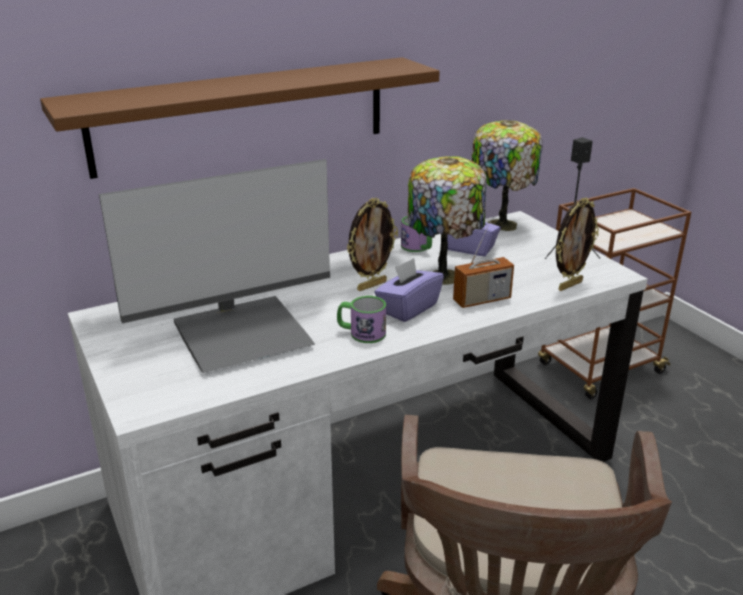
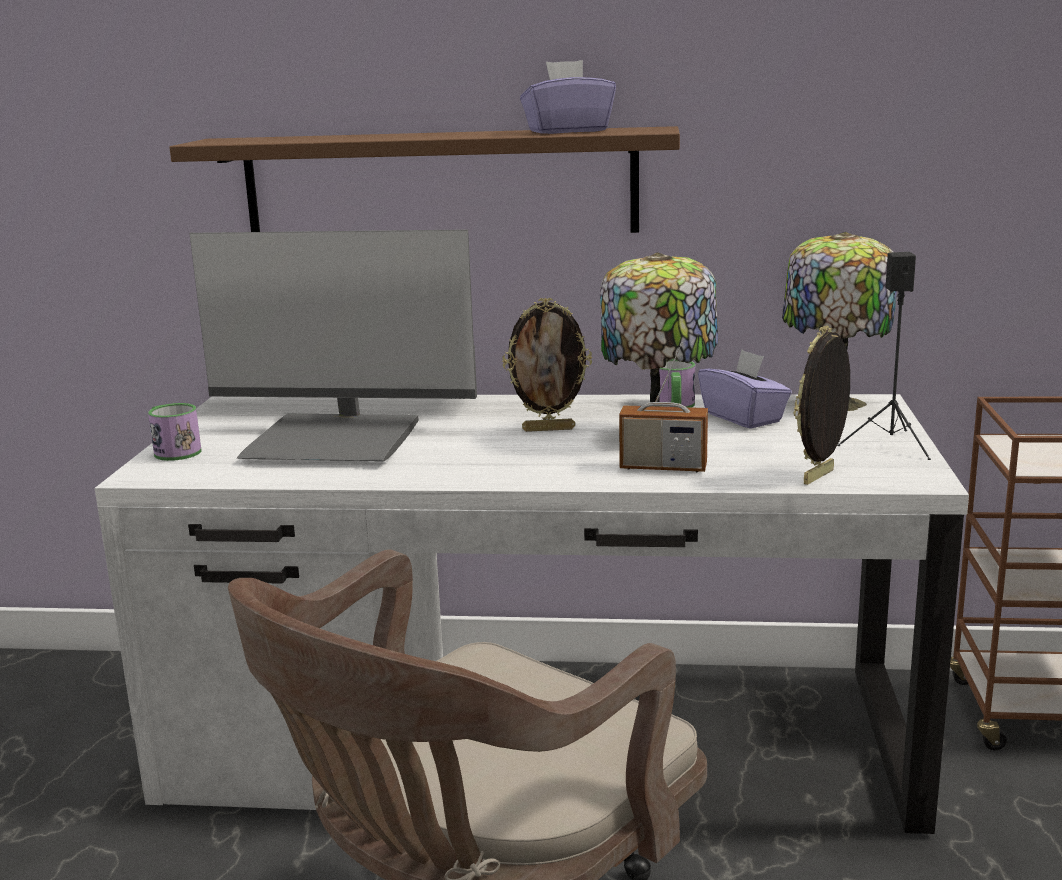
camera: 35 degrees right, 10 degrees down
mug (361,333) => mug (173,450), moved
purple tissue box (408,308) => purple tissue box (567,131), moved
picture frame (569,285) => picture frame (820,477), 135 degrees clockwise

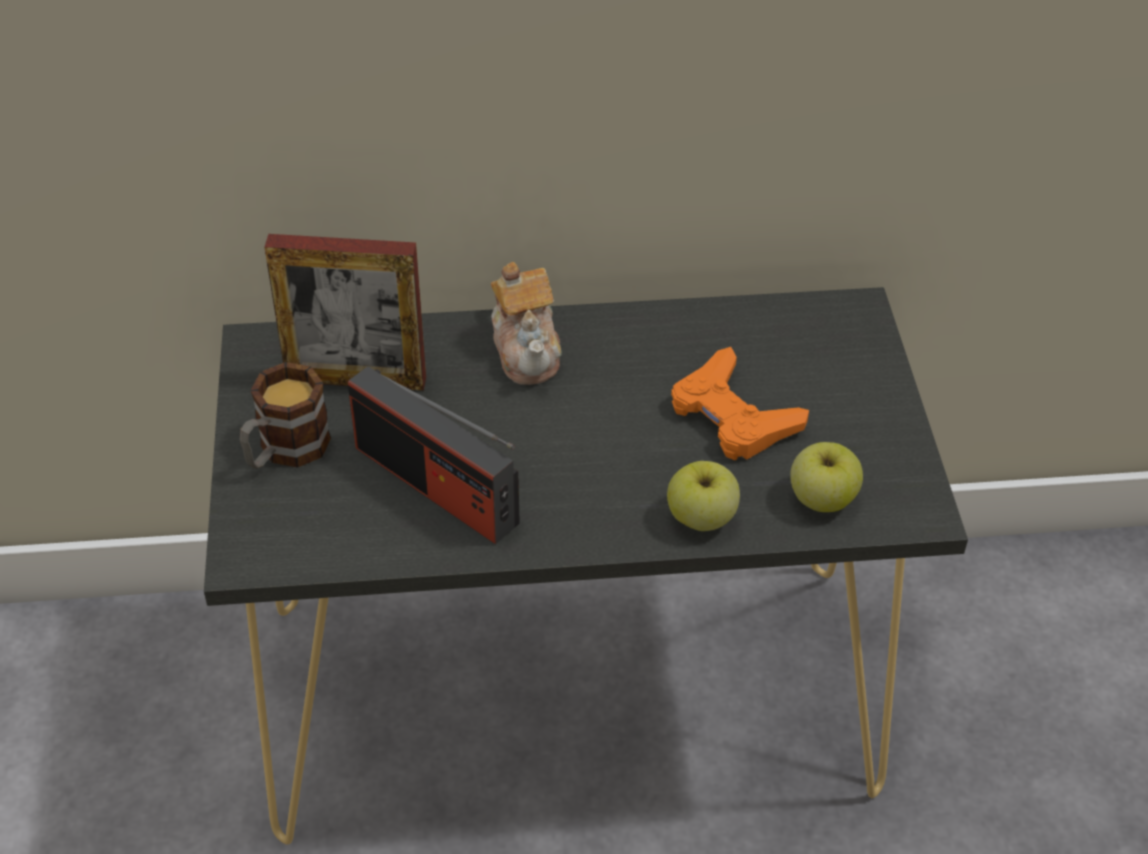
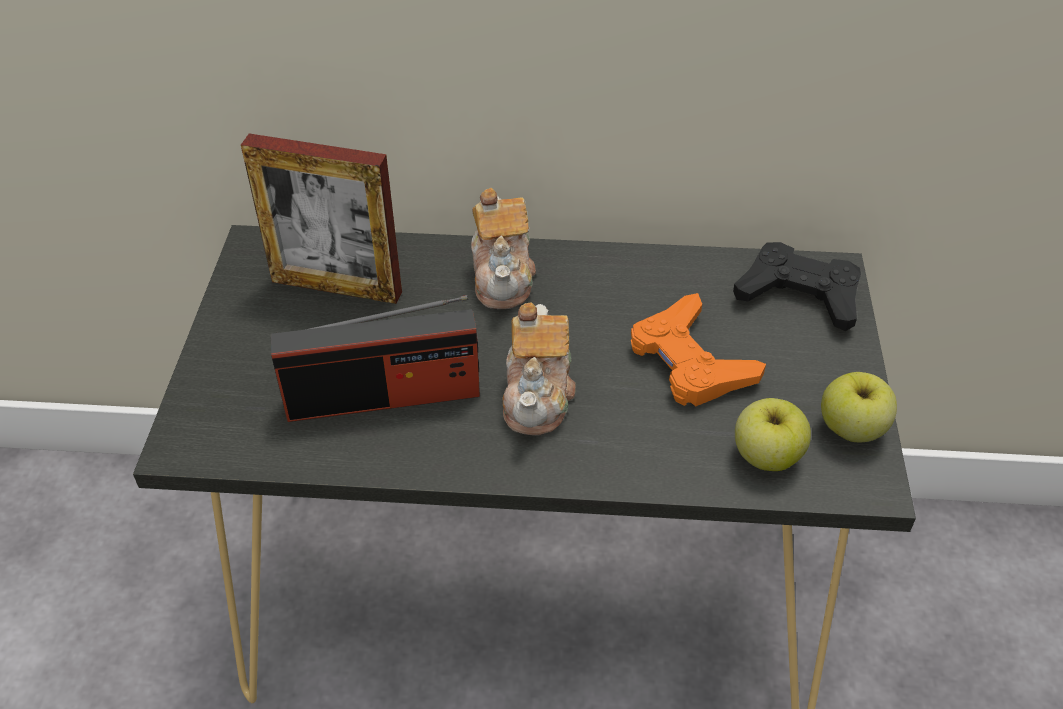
camera: 10 degrees right, 0 degrees up
mug (285,451) => nothing
radio (436,485) => radio (384,396), 60 degrees counterclockwise
apple (701,518) => apple (851,429), moved
nothing => teapot (538,395)
nothing => black game controller (799,294)

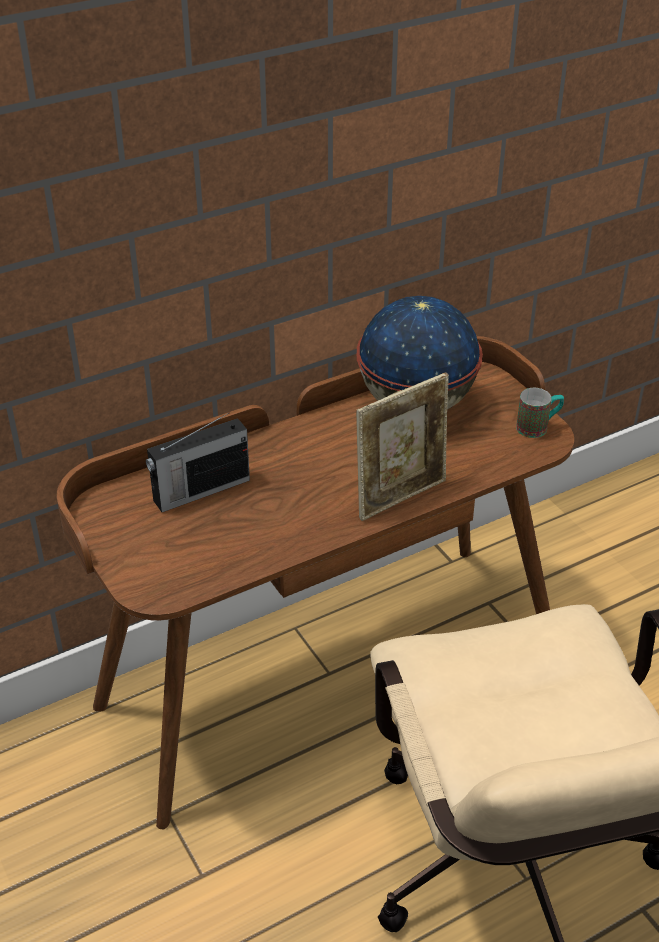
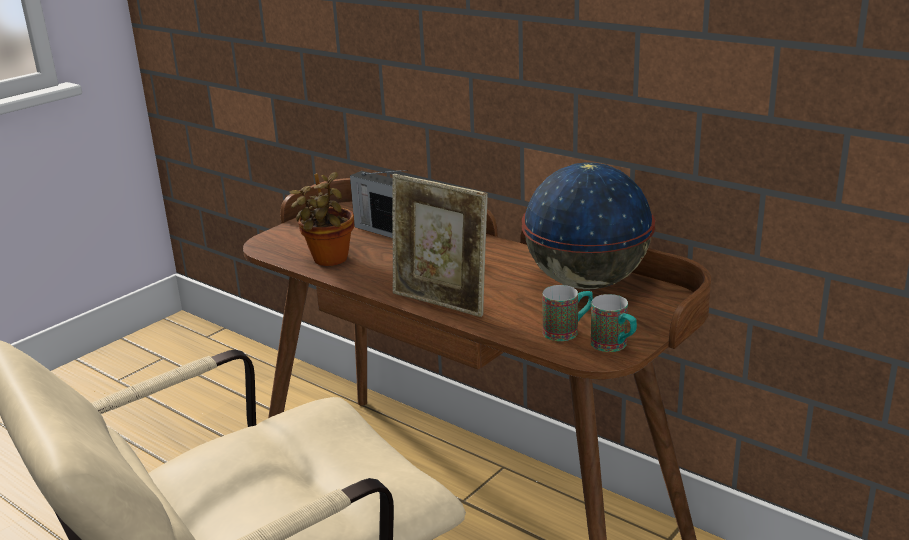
camera: 70 degrees right, 15 degrees down
nothing => potted plant (328,261)
nothing => mug (567,331)

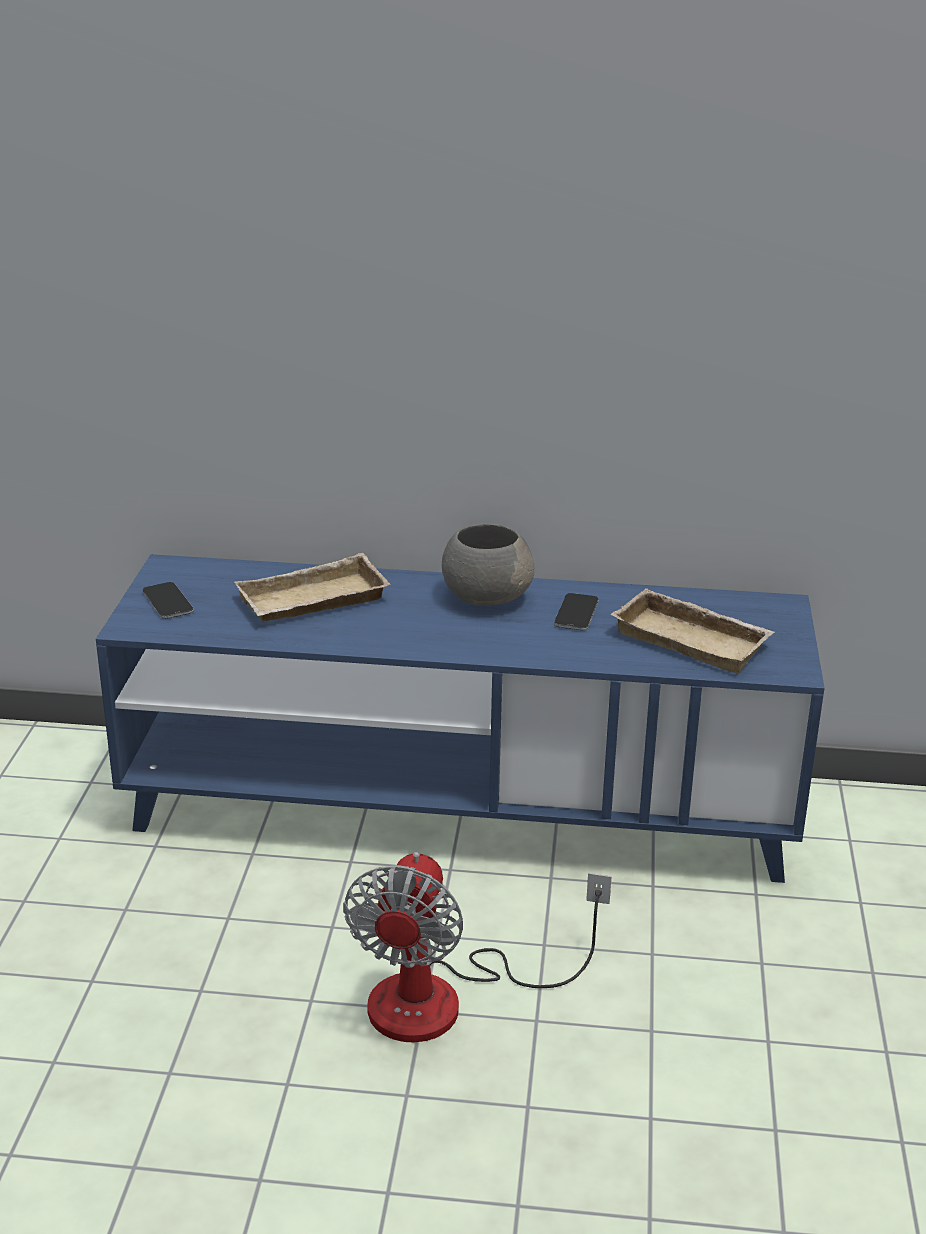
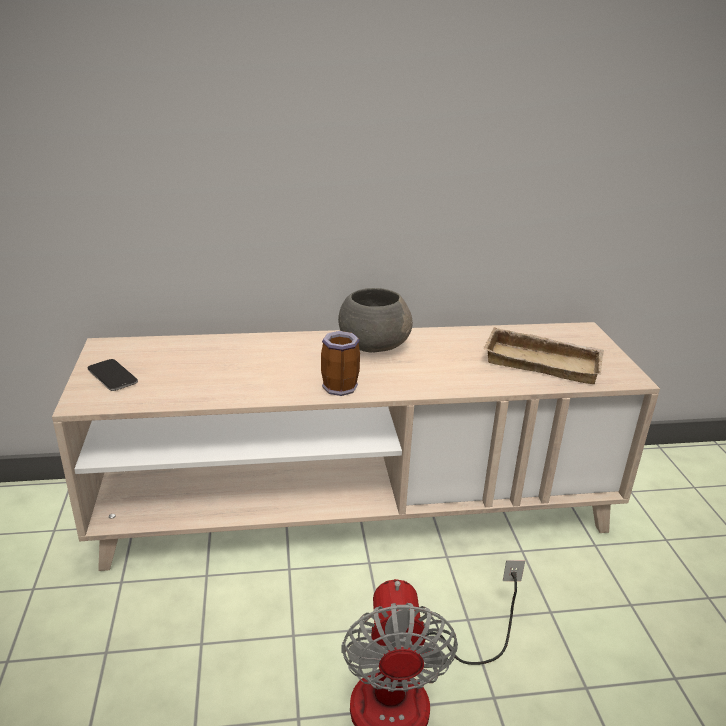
camera: 15 degrees left, 0 degrees up
blue tv stand (460,809) => beige tv stand (357,509)
beige tray (312,602) => nothing
phone (576,613) => nothing
nothing => mug (338,385)

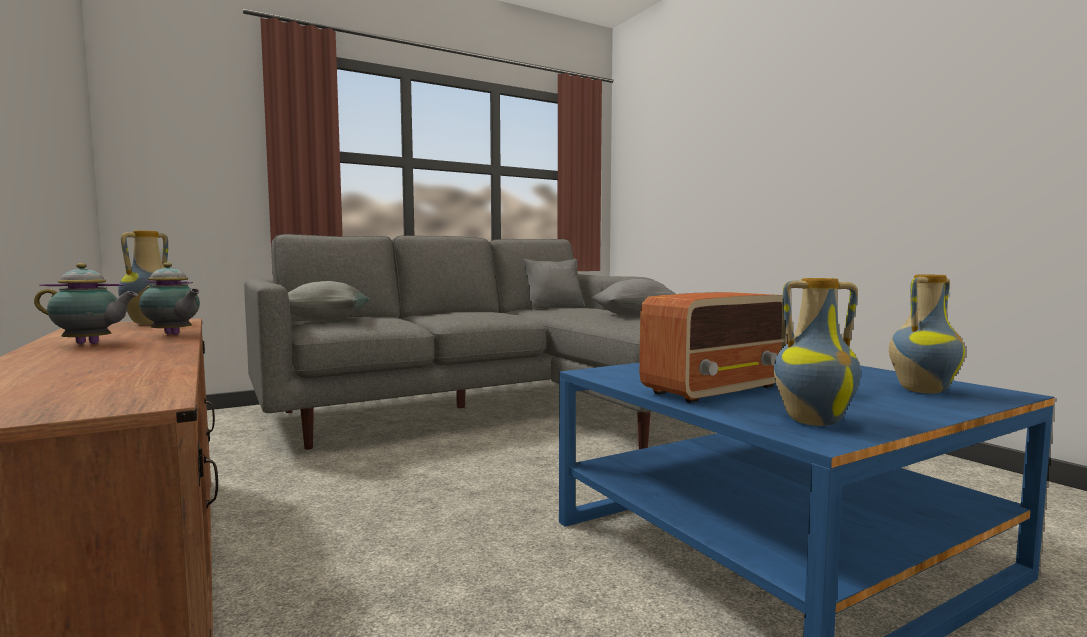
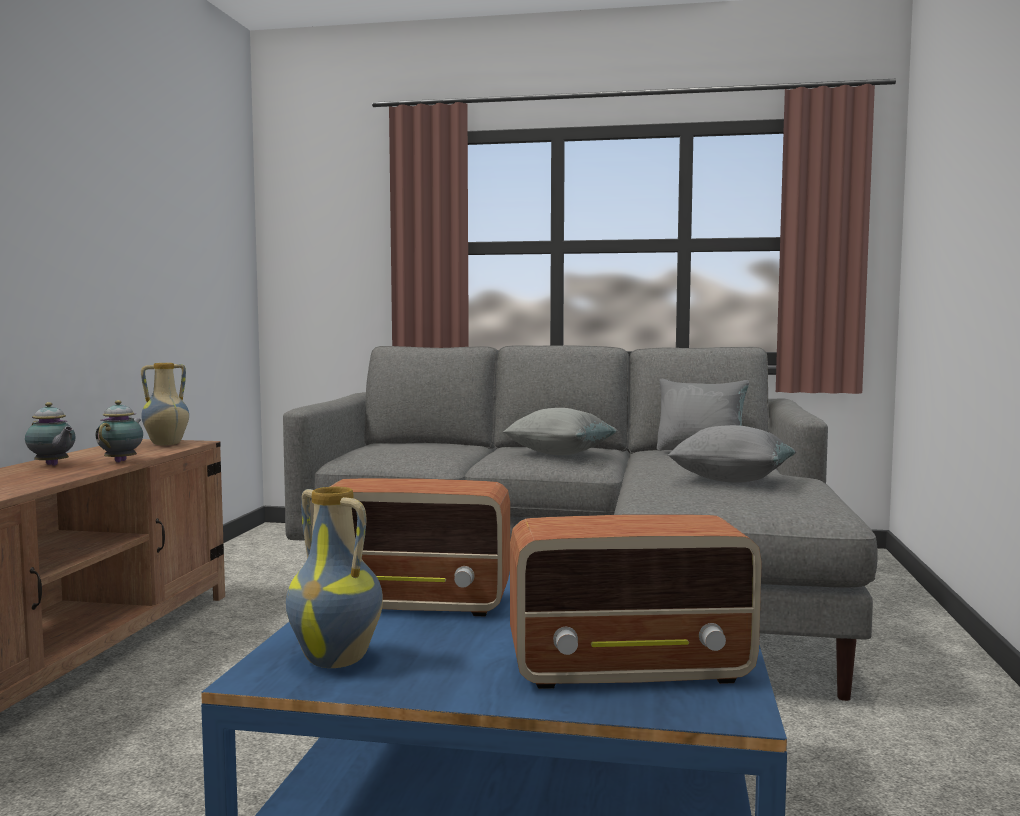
camera: 40 degrees right, 0 degrees up
teapot (173,334) => teapot (122,461), 150 degrees counterclockwise
grey pillow (325,321) => grey pillow (560,454), moved
vase (921,390) => radio (631,670)

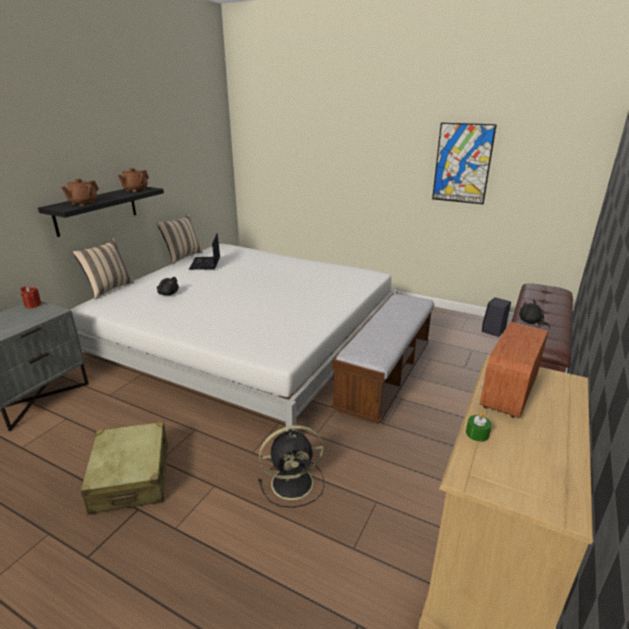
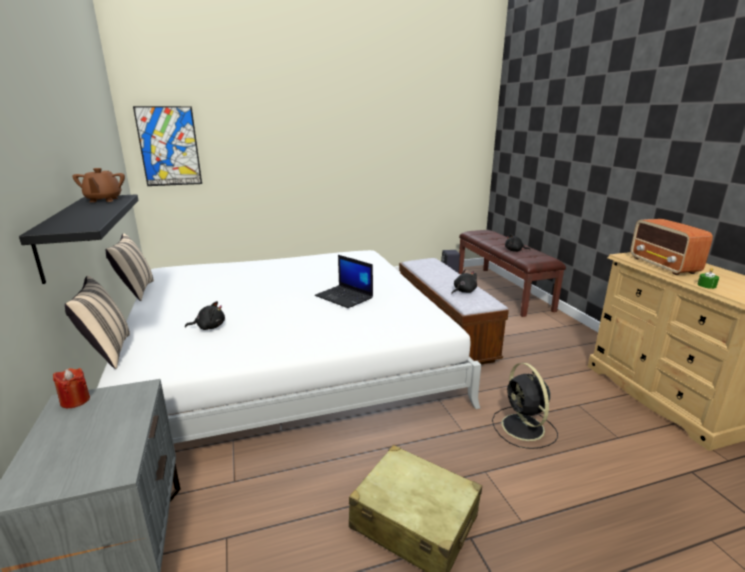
camera: 45 degrees left, 5 degrees down
brown teapot (83,203) => nothing
laptop (205,263) => laptop (345,297), moved
black fan (294,482) => black fan (524,428), 135 degrees clockwise
picture (462,163) => picture (169,146), moved
nothing => black plush toy (463,291)

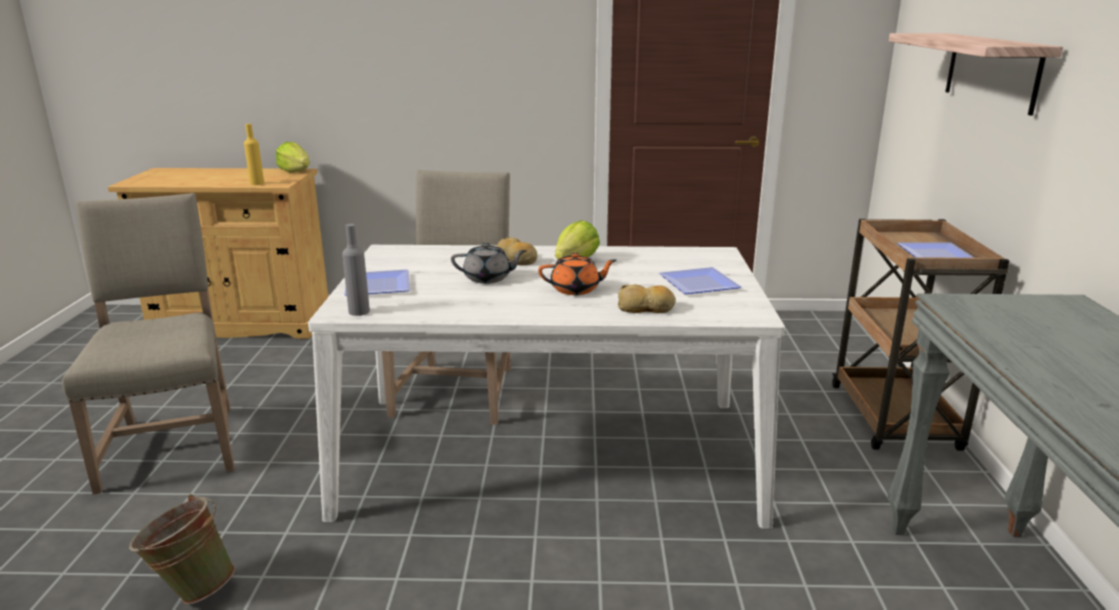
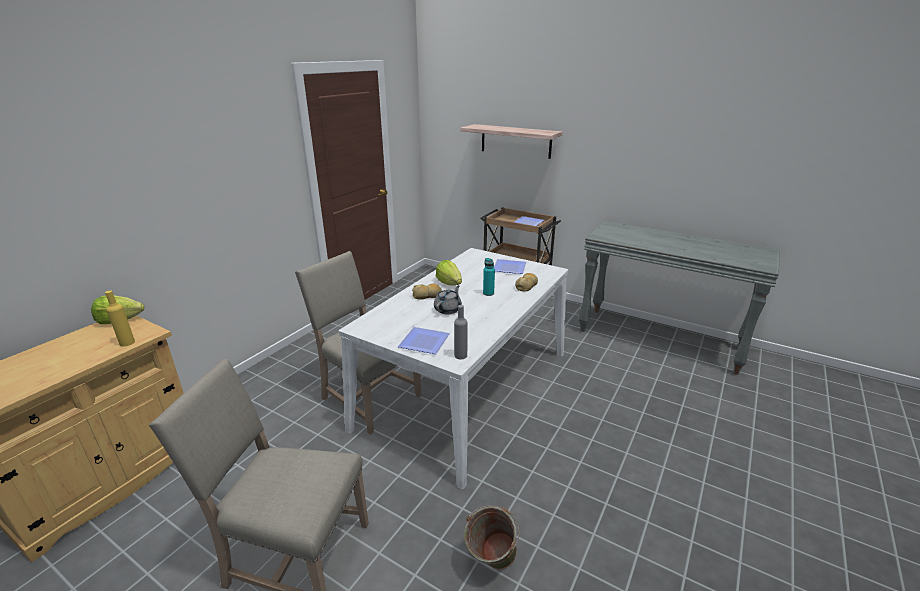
camera: 60 degrees left, 5 degrees up
orange teapot (576,289) => turquoise bottle (488,293)

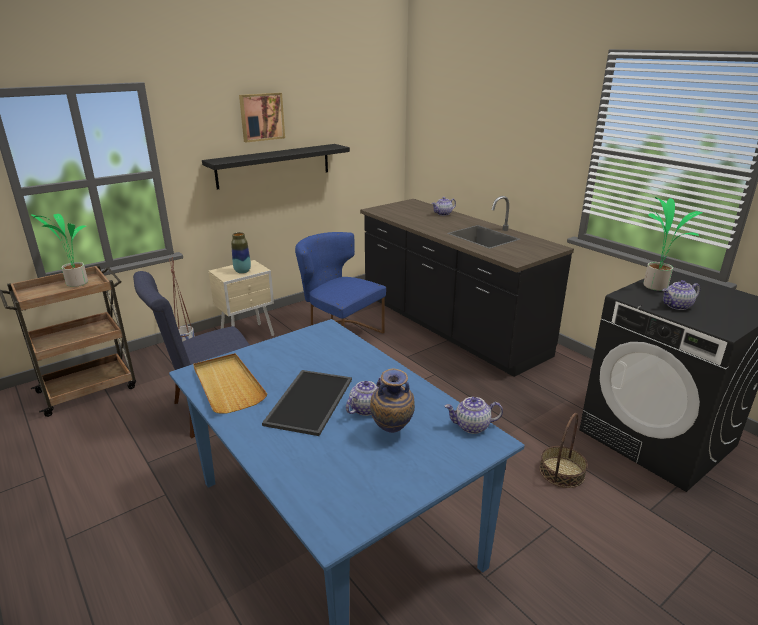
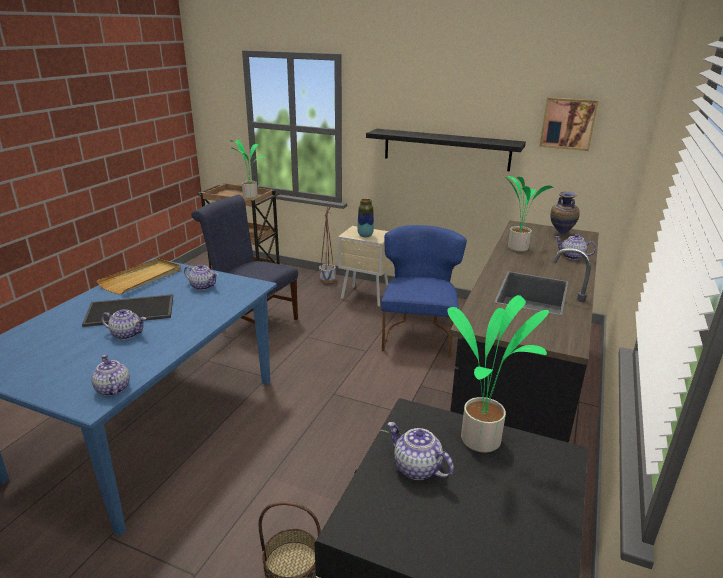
camera: 60 degrees right, 0 degrees up
picture (261,117) => picture (568,123), moved
vase (391,433) => vase (560,234), moved
nothing => teapot (203,286)
nothing => potted plant (516,248)

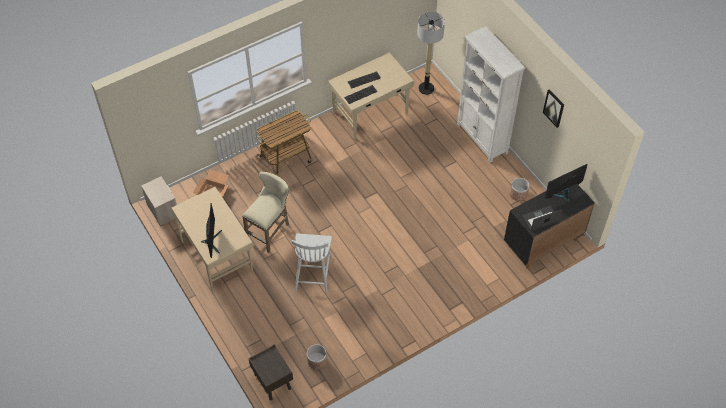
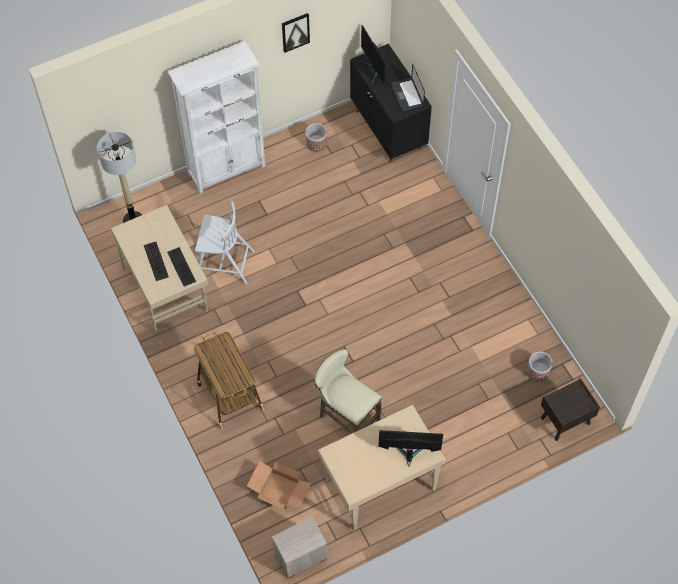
camera: 85 degrees left, 5 degrees up
white chair (313,273) => white chair (224,263), moved

